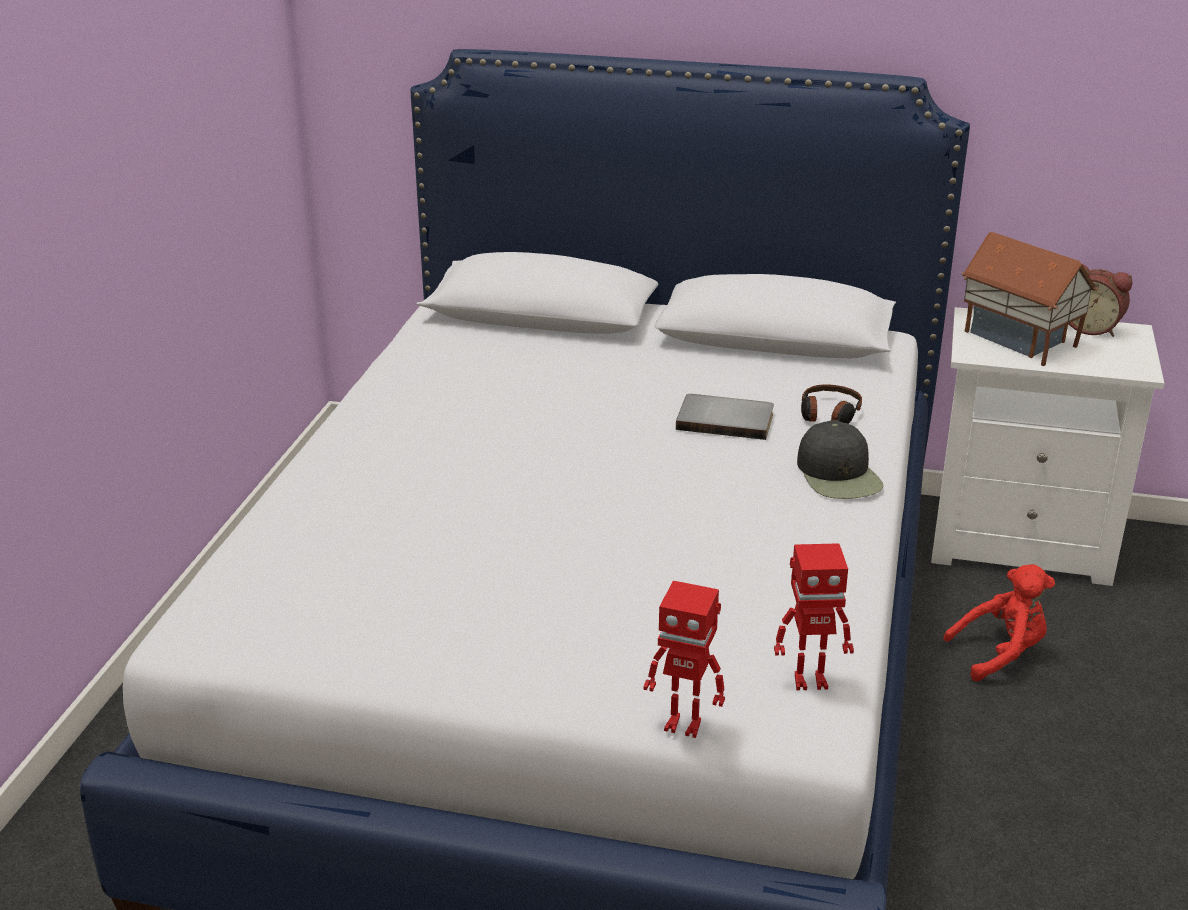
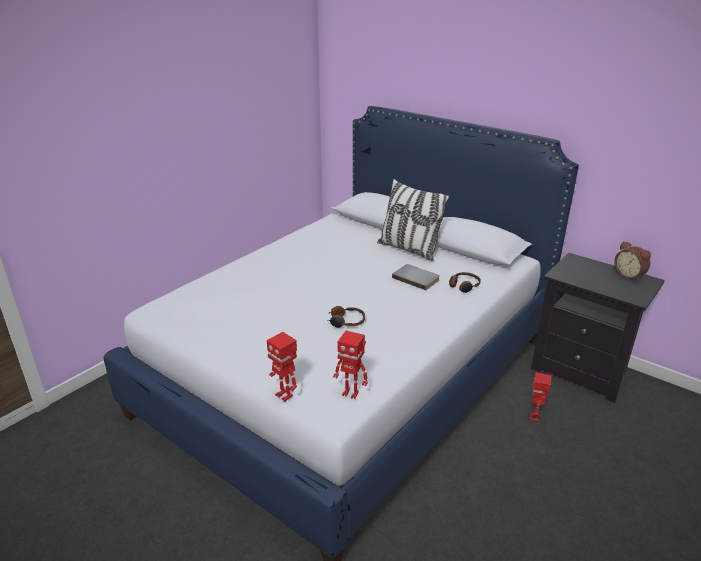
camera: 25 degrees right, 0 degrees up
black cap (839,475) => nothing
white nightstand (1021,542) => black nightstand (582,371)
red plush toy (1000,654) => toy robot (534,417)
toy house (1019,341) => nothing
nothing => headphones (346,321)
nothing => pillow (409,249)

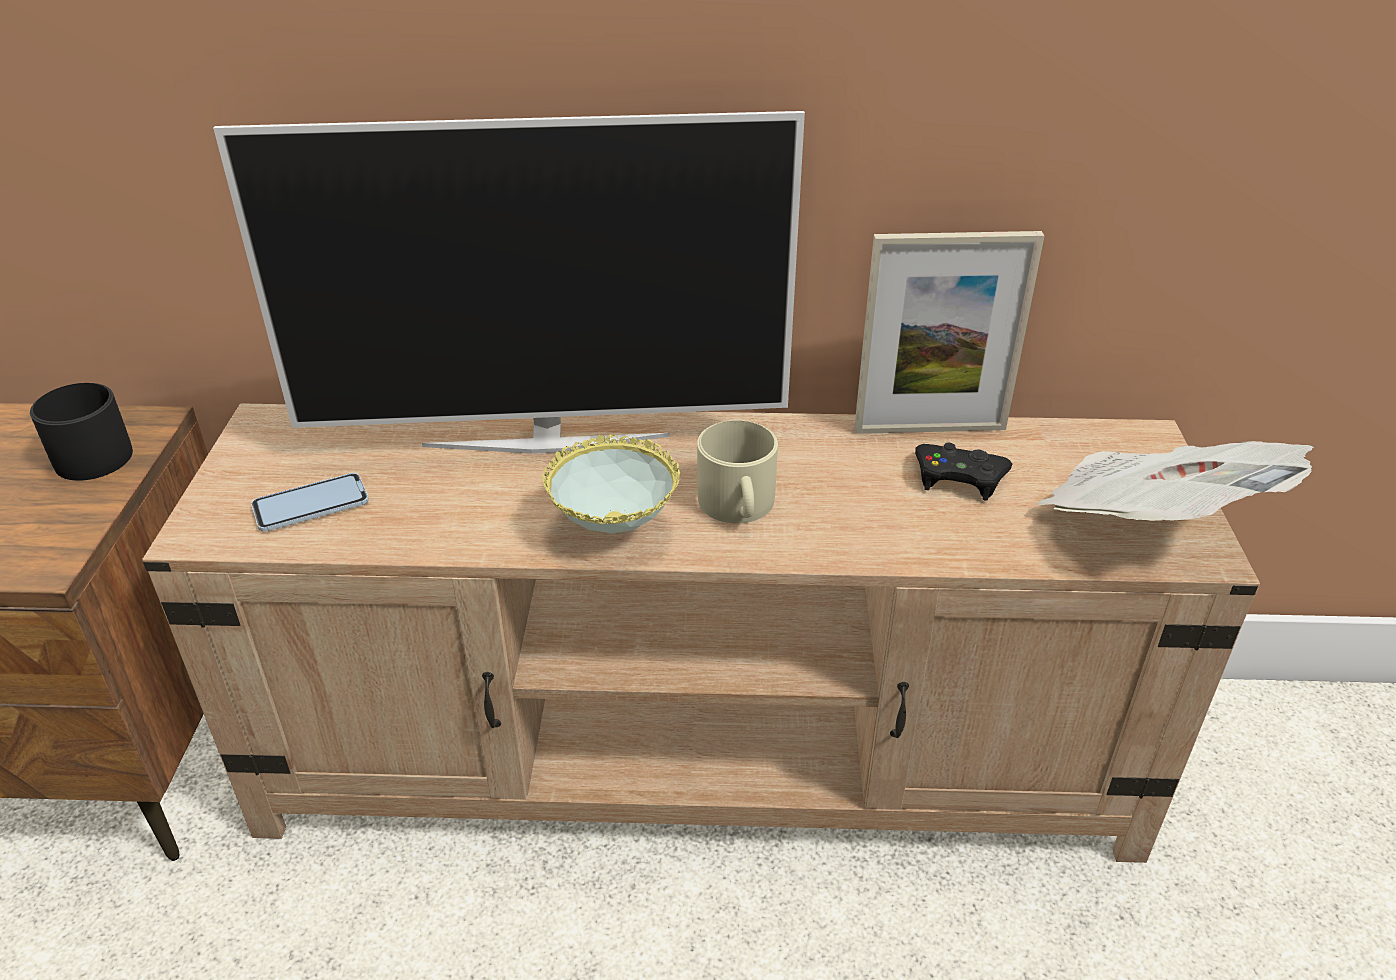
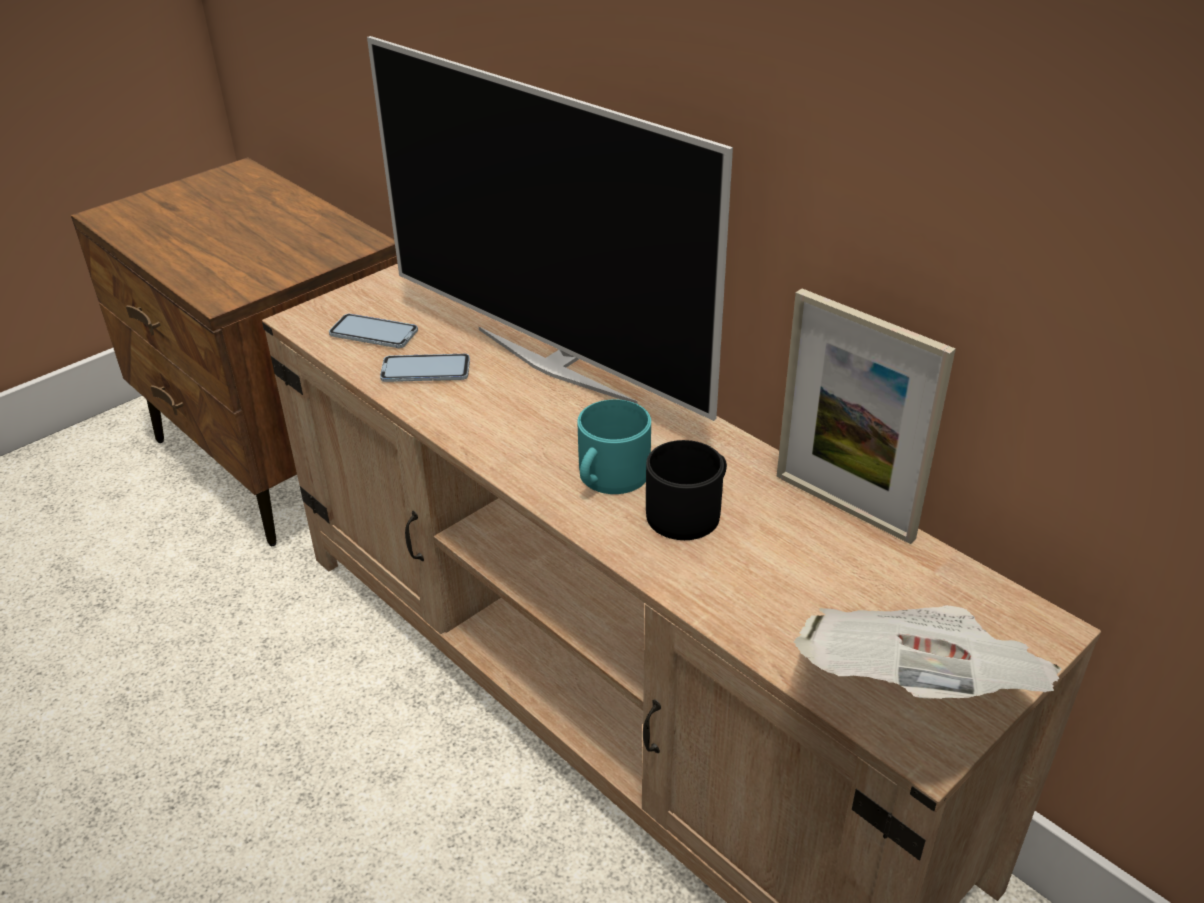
camera: 45 degrees right, 0 degrees up
black mug (98,452) => black mug (690,511), moved
bowl (614,531) => nothing
beige mug (738,506) => turquoise mug (609,477)
black game controller (959,477) => nothing
nothing => phone (425,370)

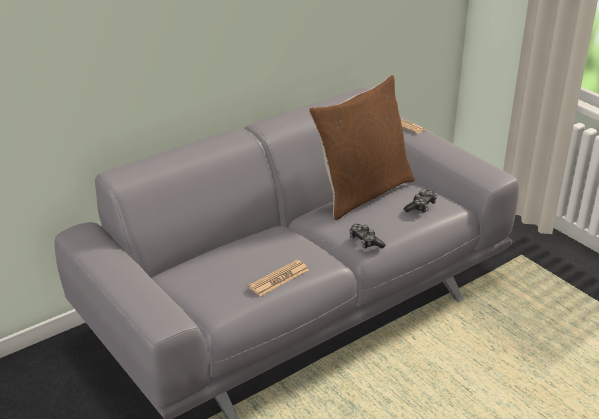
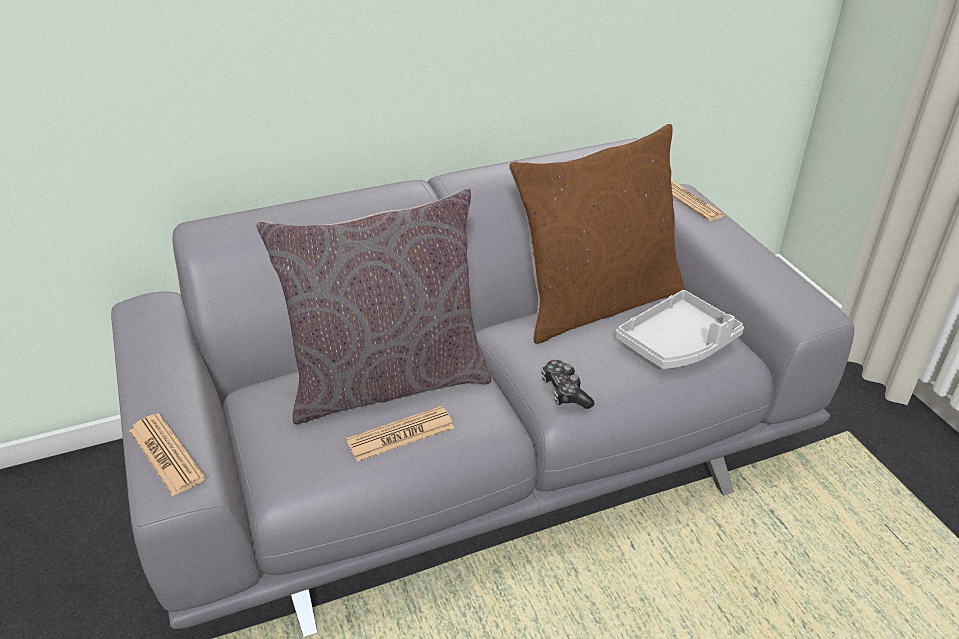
camera: 15 degrees right, 5 degrees up
game controller (421,206) => grey tray (678,344)
nothing => newspaper (166,455)
nothing => grey pillow (387,381)

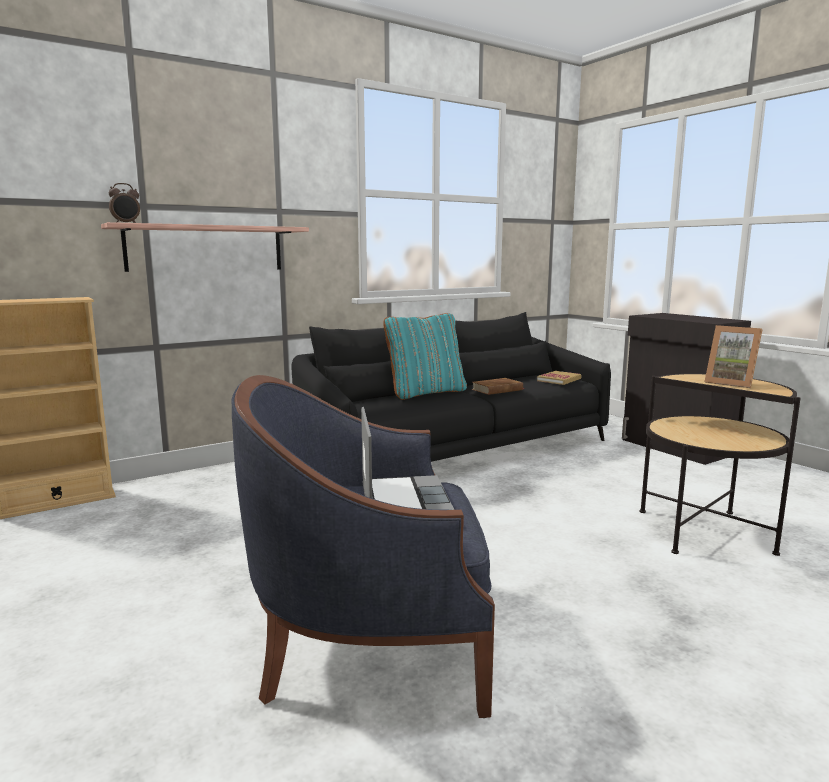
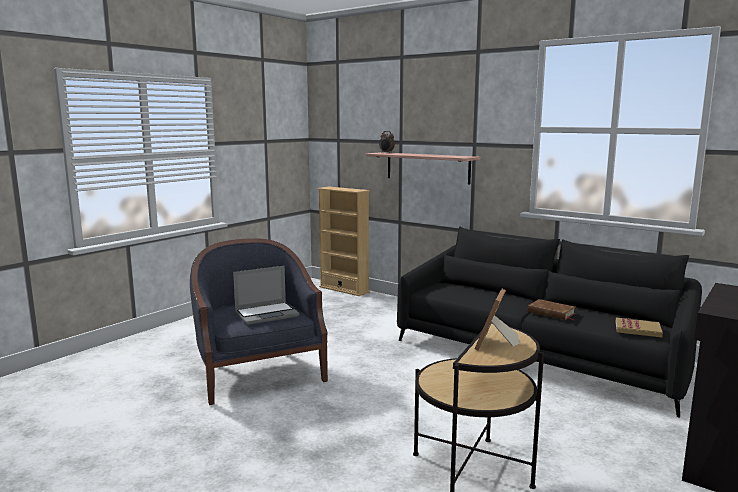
camera: 70 degrees right, 0 degrees up
turquoise pillow (426,393) => nothing

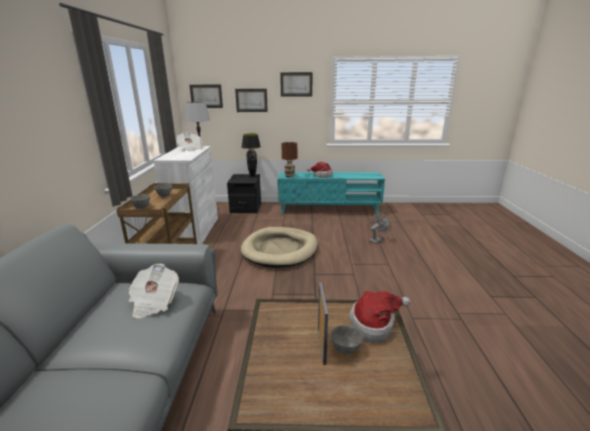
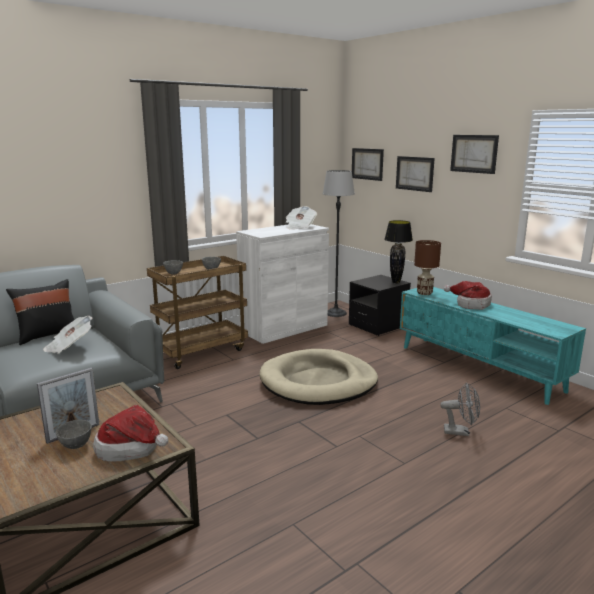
camera: 50 degrees right, 5 degrees down
nothing => black pillow (47,335)

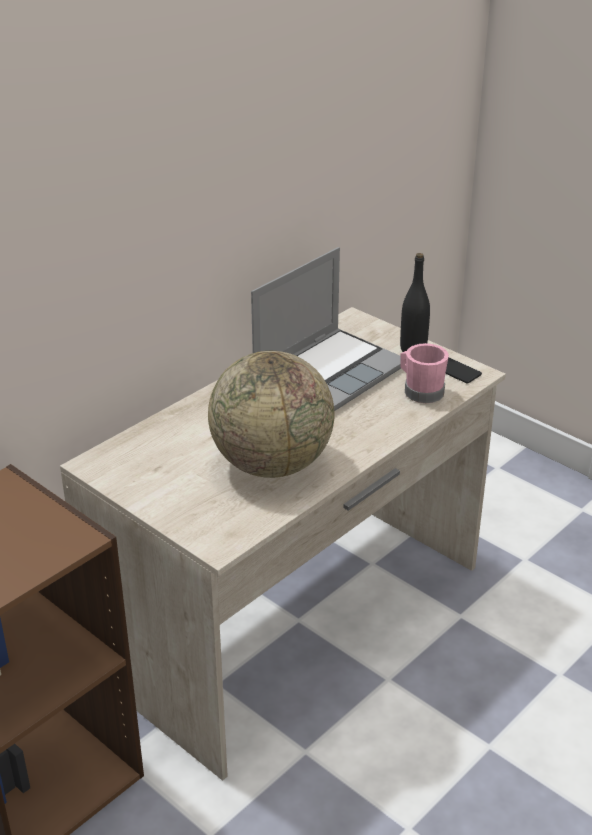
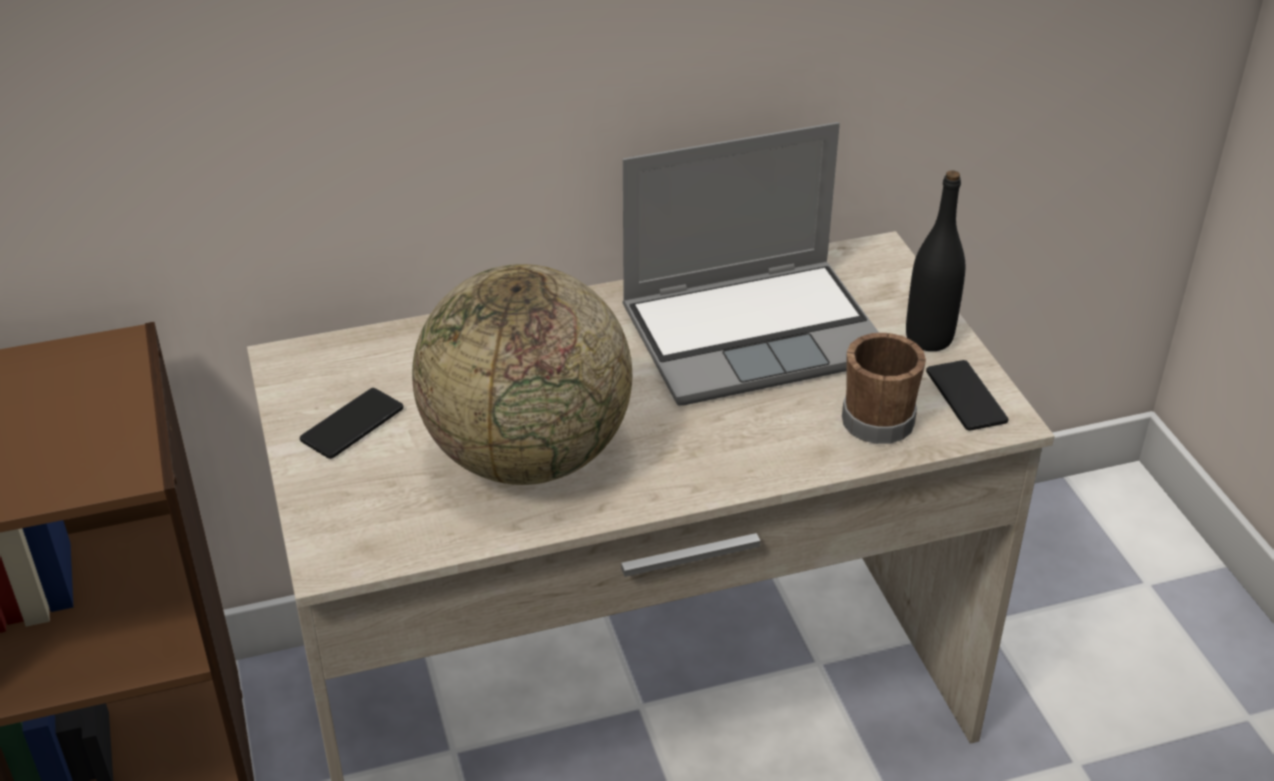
camera: 30 degrees right, 5 degrees up
pink mug (420,391) => brown mug (874,415)
nothing => phone (352,424)

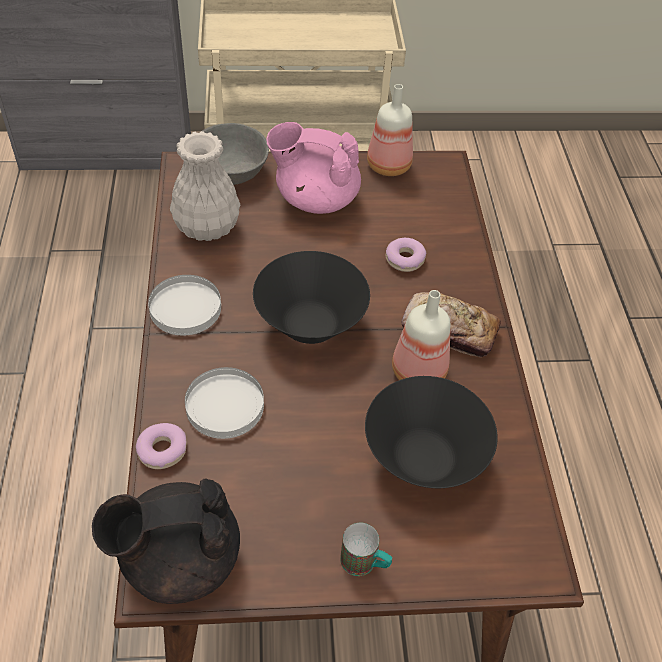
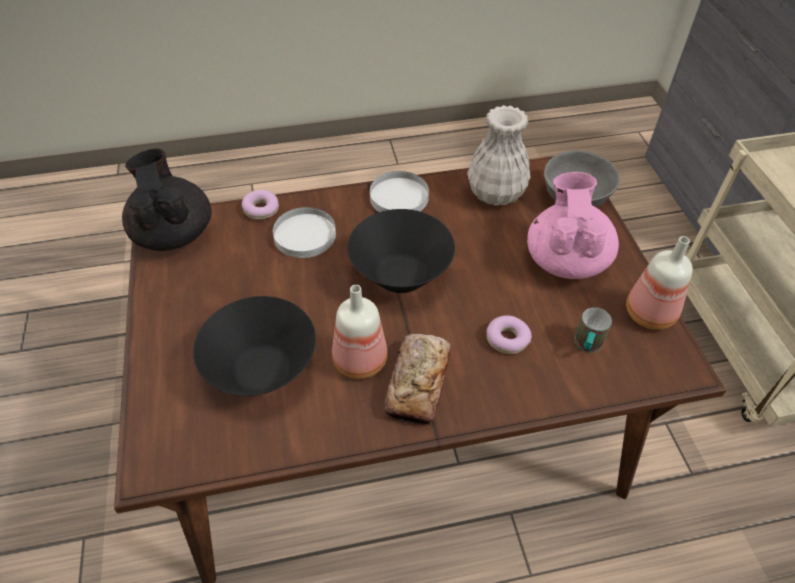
camera: 85 degrees right, 0 degrees up
mug (365,564) => mug (586,346), moved

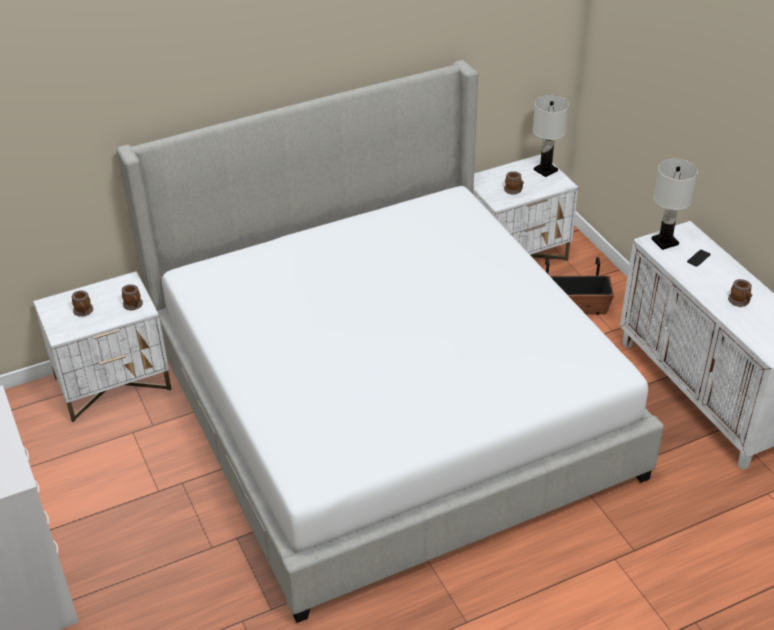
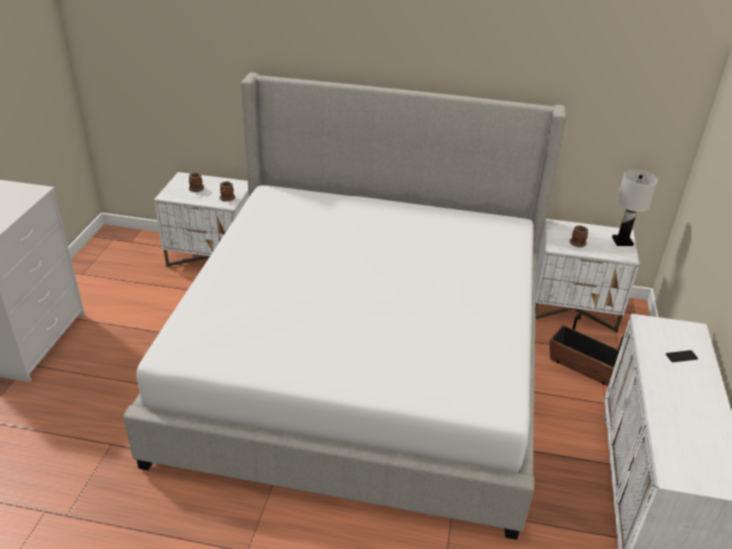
camera: 35 degrees right, 5 degrees down
white table lamp (665,241) => nothing
mug (740,301) => nothing

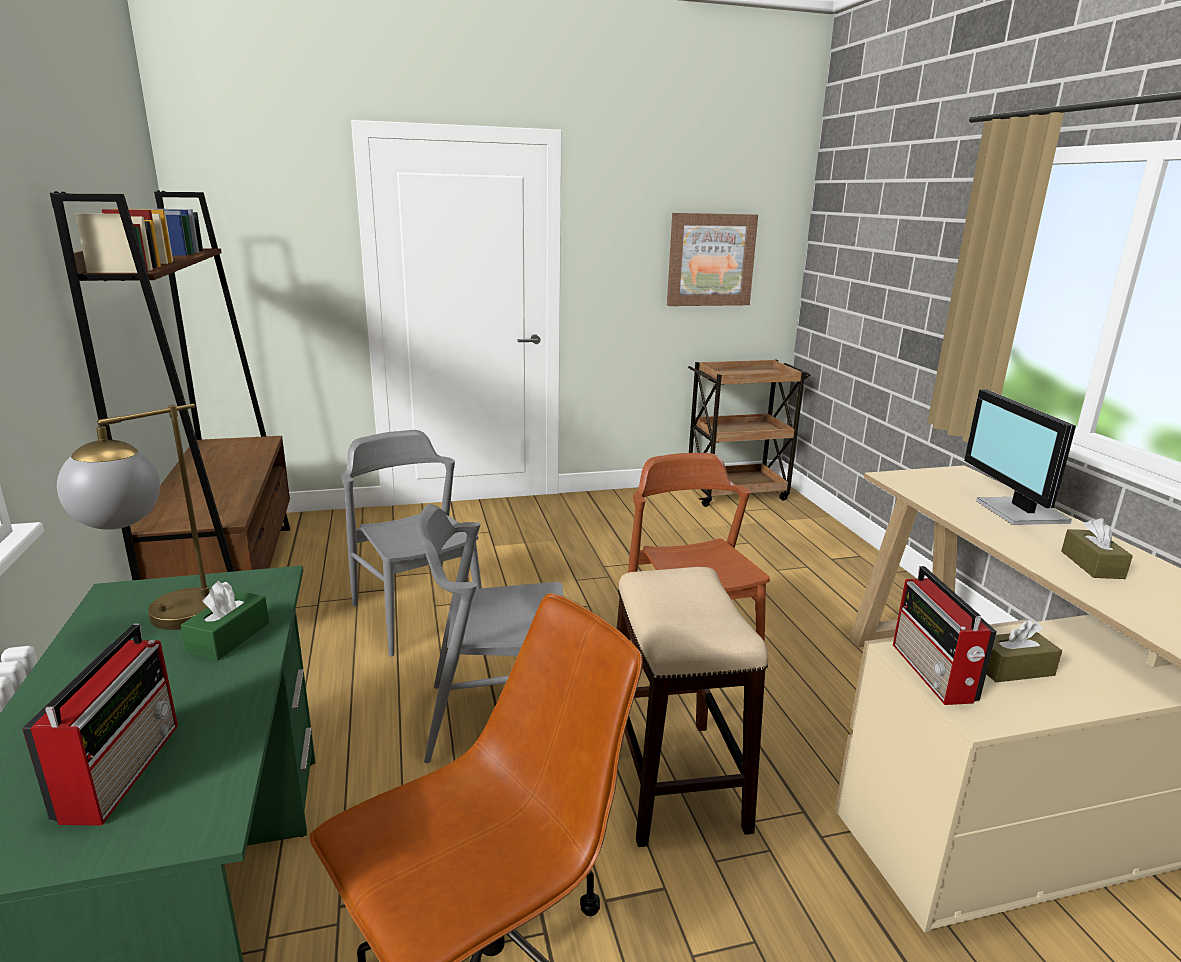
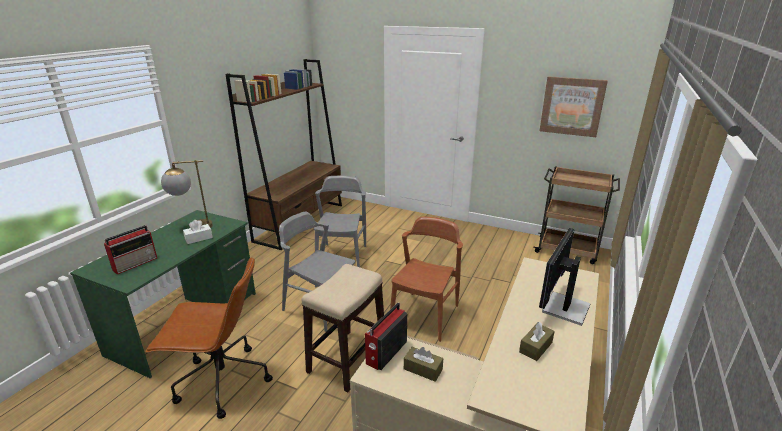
camera: 40 degrees right, 5 degrees up
green tissue box (229,637) => white tissue box (198,238)

